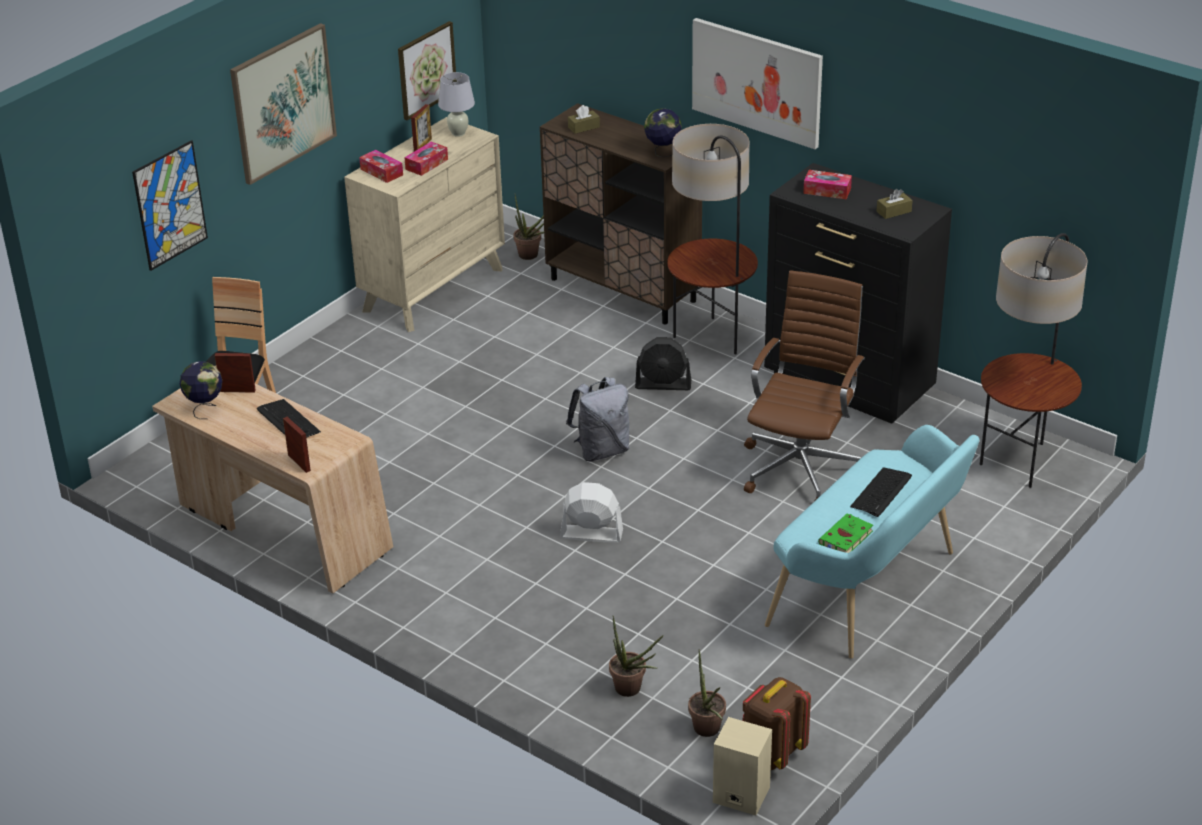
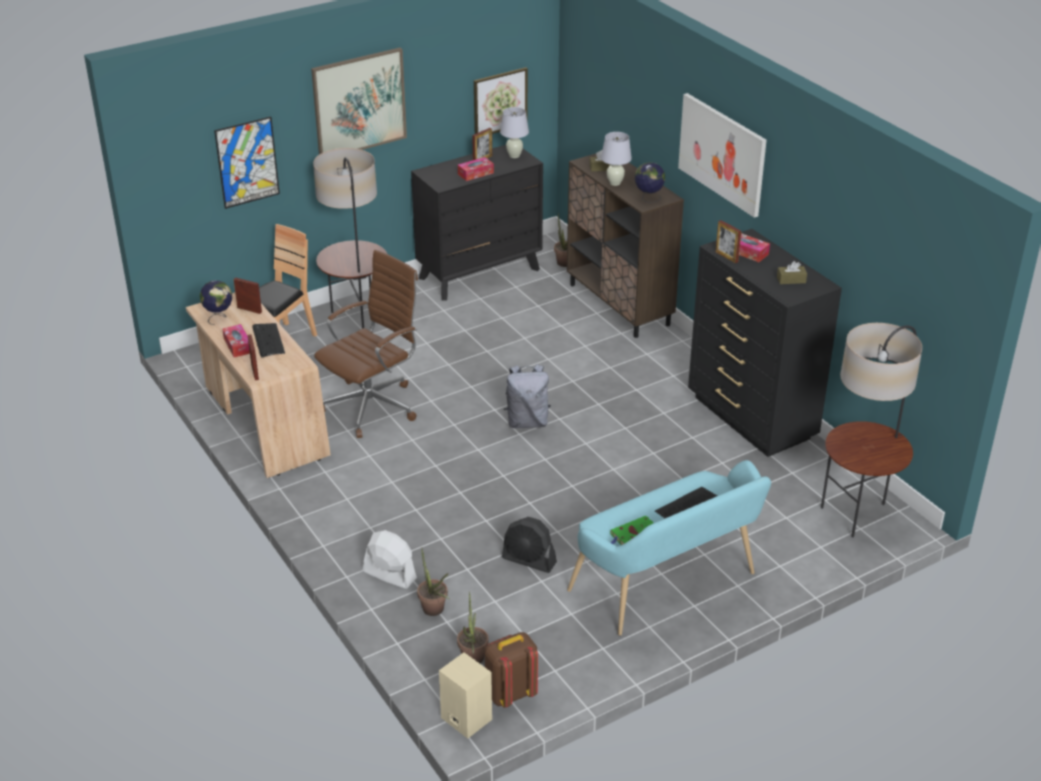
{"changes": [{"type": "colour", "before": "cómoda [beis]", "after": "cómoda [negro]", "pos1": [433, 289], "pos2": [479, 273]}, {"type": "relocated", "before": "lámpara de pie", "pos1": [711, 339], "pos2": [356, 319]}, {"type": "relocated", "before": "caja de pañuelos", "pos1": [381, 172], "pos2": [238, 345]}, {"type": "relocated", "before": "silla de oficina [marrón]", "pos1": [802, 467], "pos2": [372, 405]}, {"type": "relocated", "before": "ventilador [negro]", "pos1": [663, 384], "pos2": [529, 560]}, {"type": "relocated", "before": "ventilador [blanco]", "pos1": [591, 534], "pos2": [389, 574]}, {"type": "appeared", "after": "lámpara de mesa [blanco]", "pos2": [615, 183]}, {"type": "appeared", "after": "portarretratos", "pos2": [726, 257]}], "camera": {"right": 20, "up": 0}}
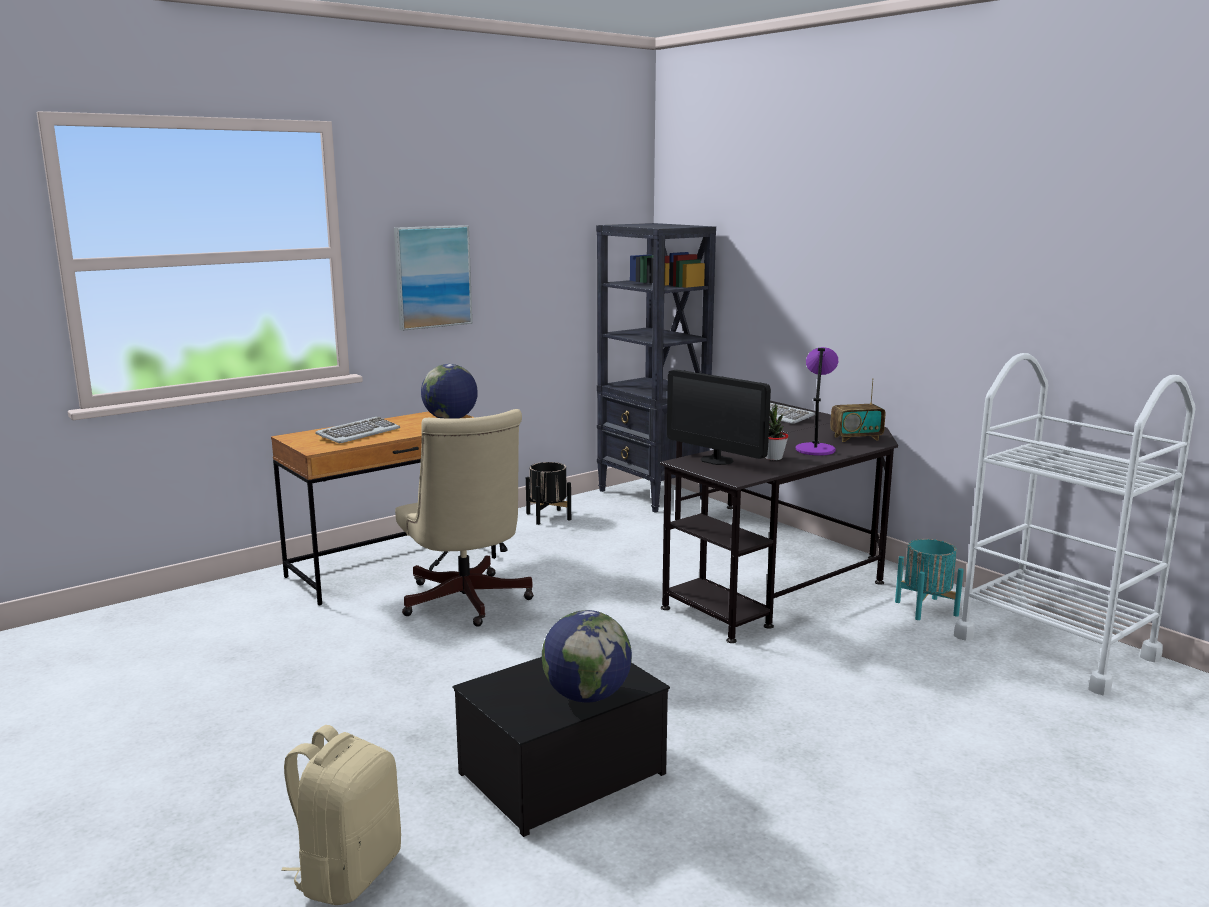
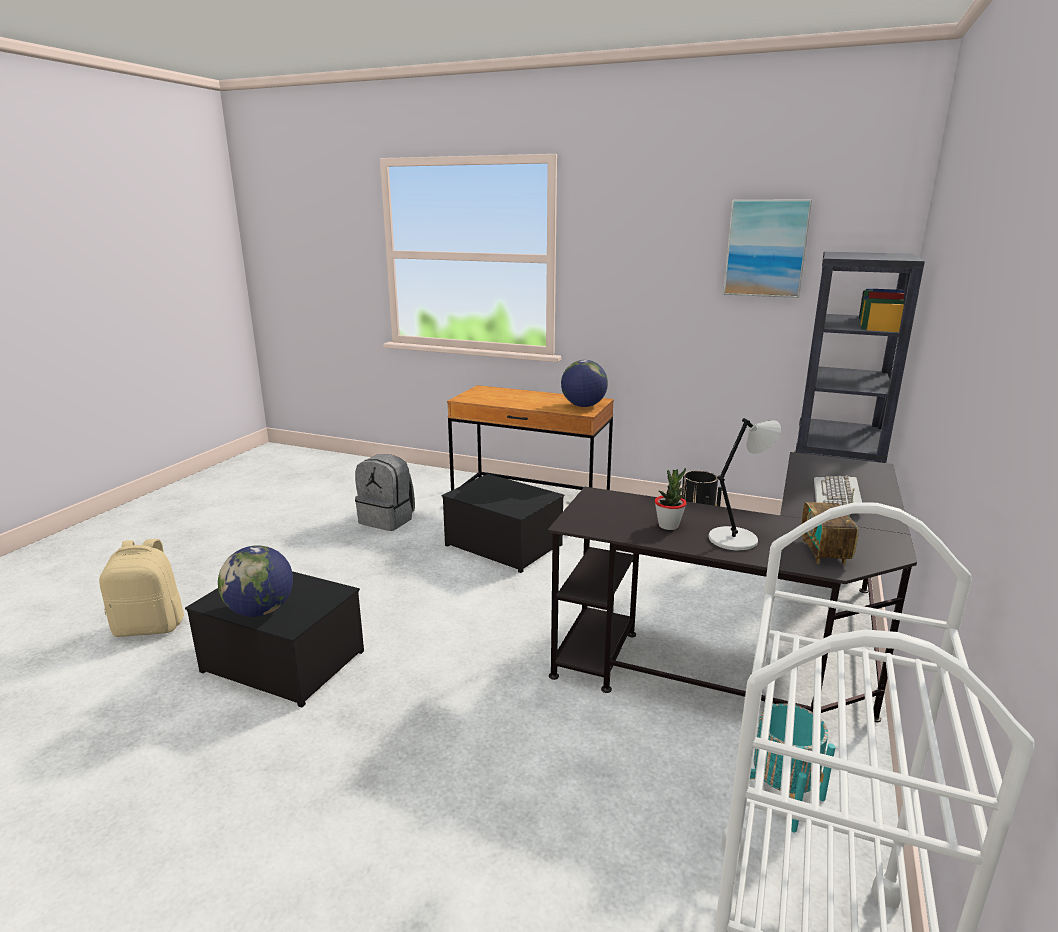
{"changes": [{"type": "relocated", "before": "cuadro", "pos1": [432, 276], "pos2": [766, 248]}, {"type": "colour", "before": "lámpara de mesa [morado]", "after": "lámpara de mesa [gris]", "pos1": [815, 449], "pos2": [735, 539]}, {"type": "missing", "before": "monitor", "pos1": [717, 460]}, {"type": "spun", "before": "radio", "pos1": [856, 438], "pos2": [824, 552], "turn": 45}, {"type": "exchanged", "before": "silla de oficina [beis]", "after": "caja de almacenaje", "pos1": [466, 604], "pos2": [502, 545]}, {"type": "missing", "before": "teclado", "pos1": [358, 433]}, {"type": "appeared", "after": "mochila [gris]", "pos2": [388, 520]}], "camera": {"right": 60, "up": 5}}
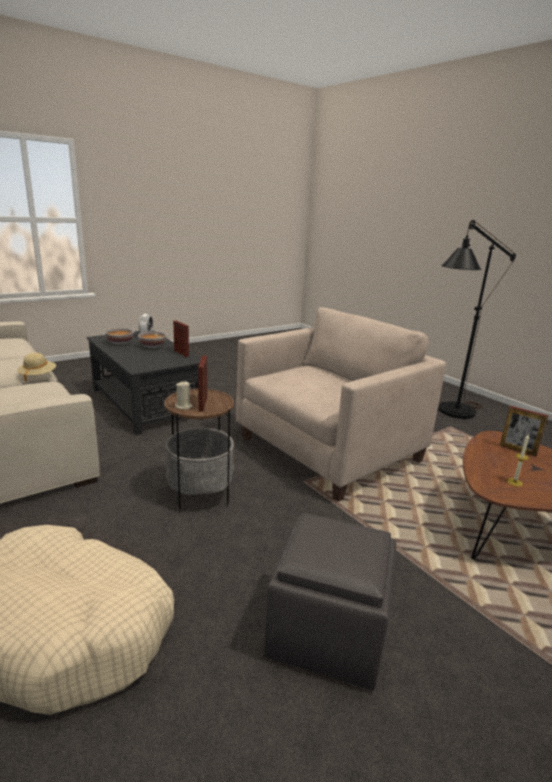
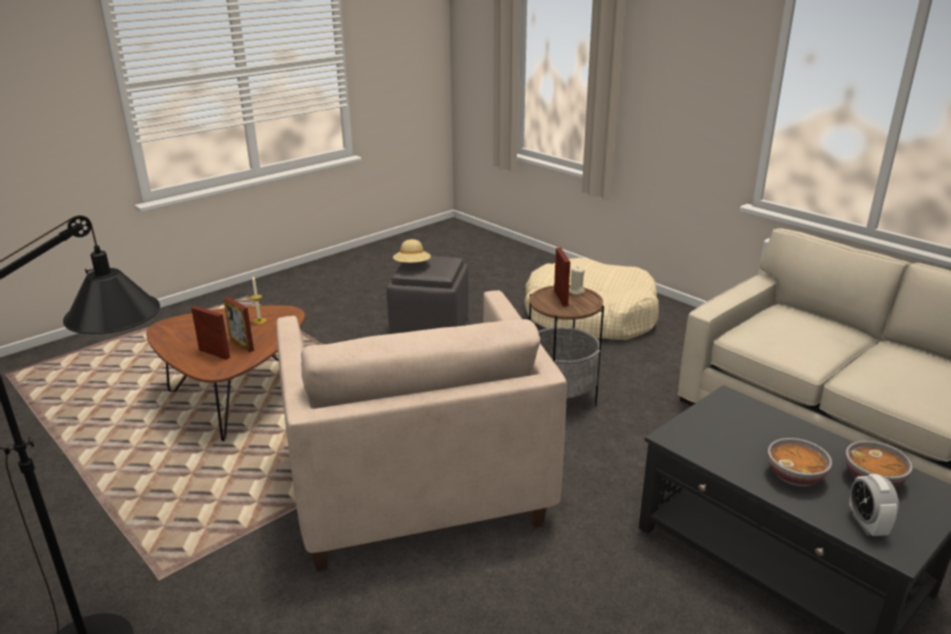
{"changes": [{"type": "spun", "before": "sillón [beis]", "pos1": [327, 449], "pos2": [416, 484], "turn": -60}, {"type": "relocated", "before": "portarretratos", "pos1": [181, 353], "pos2": [242, 345]}, {"type": "relocated", "before": "sombrero [beis]", "pos1": [38, 376], "pos2": [412, 265]}], "camera": {"right": 175, "up": 5}}
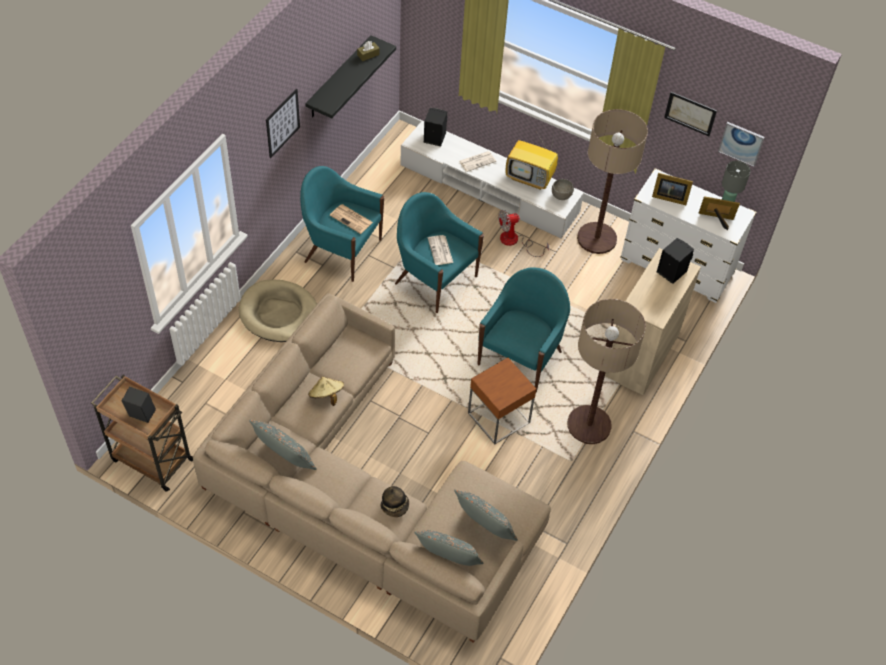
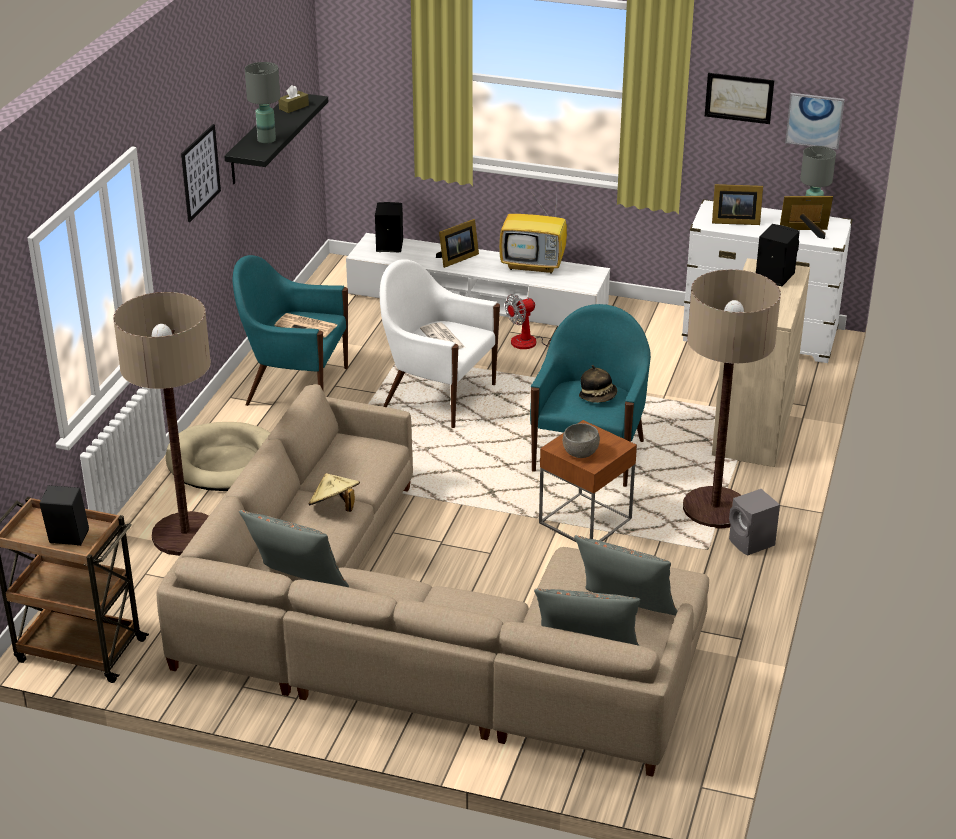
{"changes": [{"type": "relocated", "before": "lámpara de pie", "pos1": [597, 238], "pos2": [185, 535]}, {"type": "exchanged", "before": "periódico", "after": "portarretratos", "pos1": [477, 161], "pos2": [456, 259]}, {"type": "relocated", "before": "cuenco [gris]", "pos1": [561, 195], "pos2": [580, 453]}, {"type": "colour", "before": "sillón [turquesa]", "after": "sillón [blanco]", "pos1": [434, 279], "pos2": [437, 395]}, {"type": "relocated", "before": "sombrero", "pos1": [395, 506], "pos2": [598, 396]}, {"type": "appeared", "after": "lámpara de mesa [gris]", "pos2": [266, 140]}, {"type": "appeared", "after": "altavoz [gris]", "pos2": [752, 543]}], "camera": {"right": -10, "up": -20}}
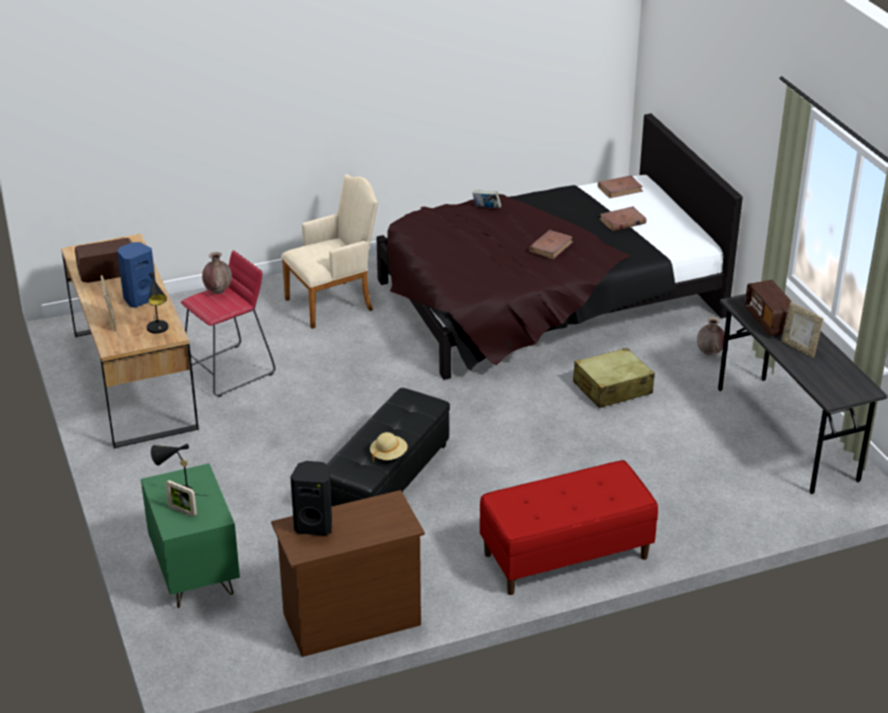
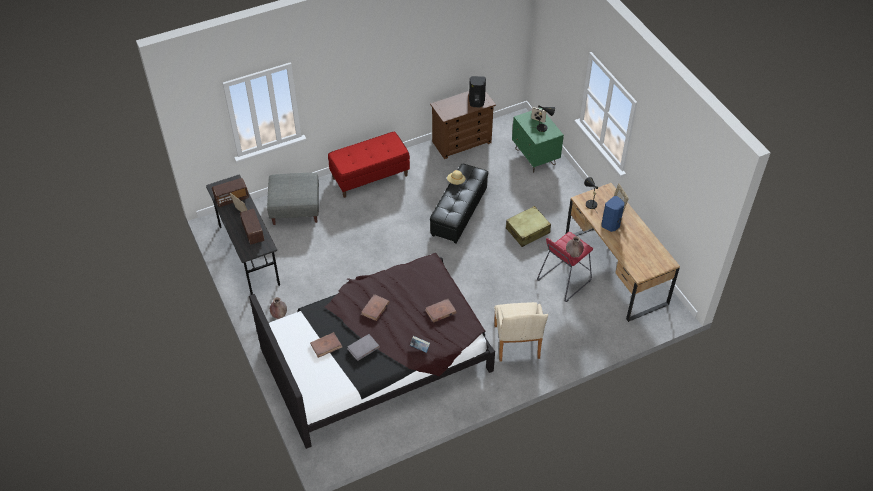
{"changes": [{"type": "spun", "before": "sillón [beis]", "pos1": [334, 303], "pos2": [517, 345], "turn": -60}, {"type": "relocated", "before": "libro [marrón]", "pos1": [620, 189], "pos2": [440, 312]}, {"type": "relocated", "before": "radio", "pos1": [108, 274], "pos2": [231, 198]}, {"type": "relocated", "before": "maleta [beis]", "pos1": [612, 388], "pos2": [528, 231]}, {"type": "appeared", "after": "puf [gris]", "pos2": [295, 209]}, {"type": "appeared", "after": "libro [gris]", "pos2": [363, 348]}], "camera": {"right": 175, "up": 15}}
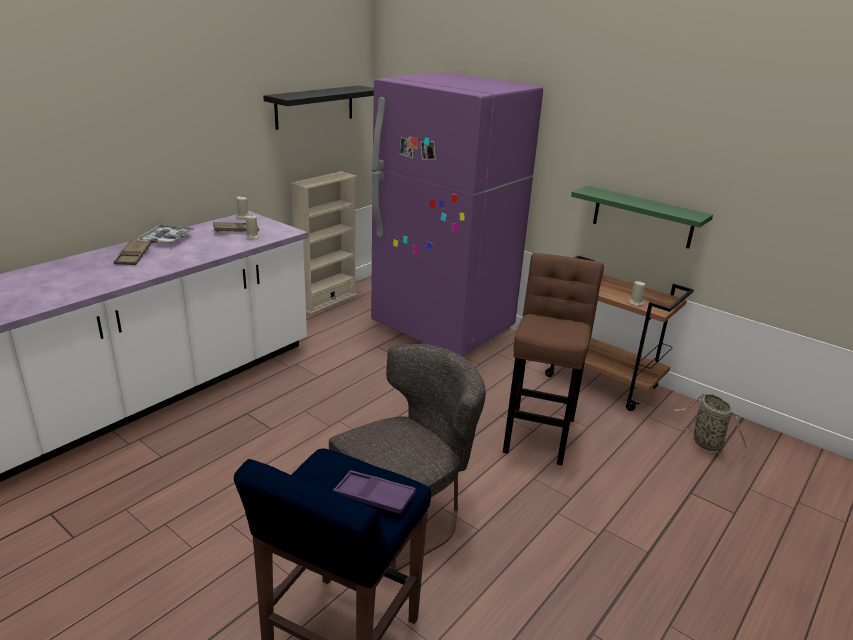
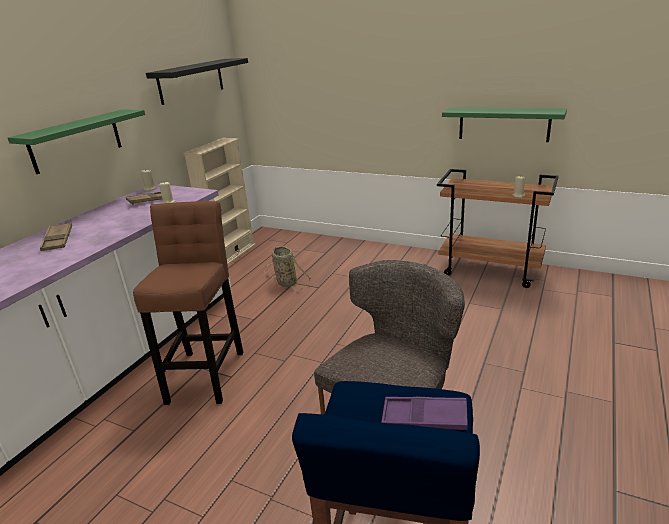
{"changes": [{"type": "missing", "before": "nevera [morado]", "pos1": [443, 327]}, {"type": "missing", "before": "bandeja", "pos1": [167, 239]}, {"type": "relocated", "before": "taburete [marrón]", "pos1": [539, 431], "pos2": [207, 373]}, {"type": "relocated", "before": "cesta", "pos1": [704, 442], "pos2": [285, 282]}, {"type": "appeared", "after": "estante [verde]", "pos2": [76, 141]}], "camera": {"right": -10, "up": 0}}
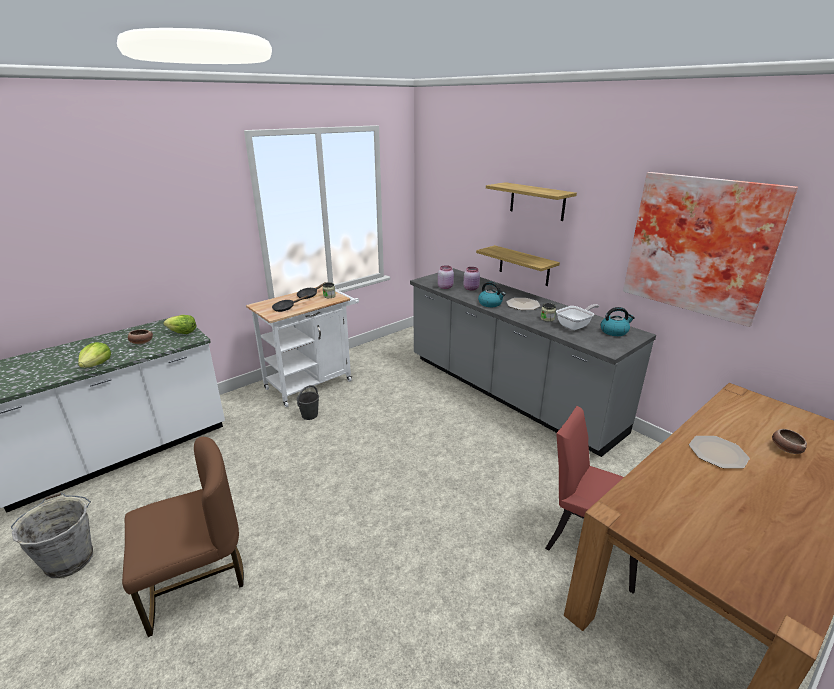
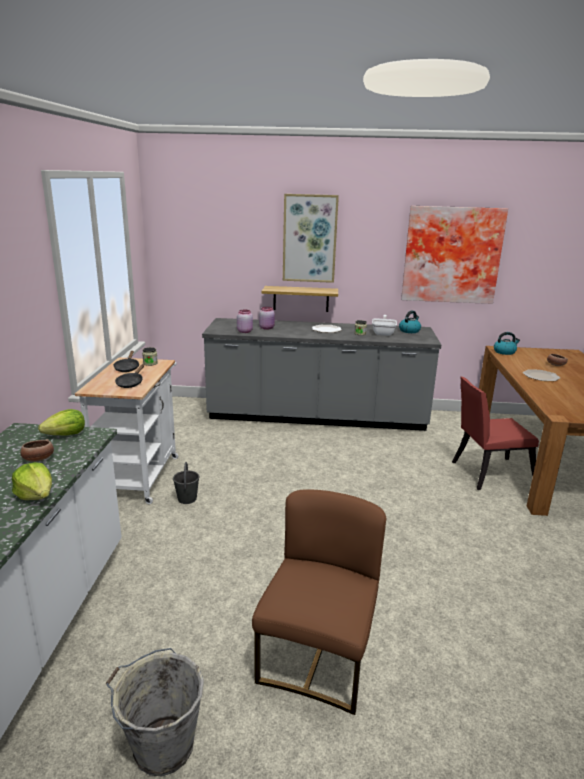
{"changes": [{"type": "exchanged", "before": "estante", "after": "cuadro", "pos1": [537, 201], "pos2": [309, 238]}, {"type": "relocated", "before": "hervidor", "pos1": [490, 304], "pos2": [504, 352]}], "camera": {"right": -45, "up": -5}}
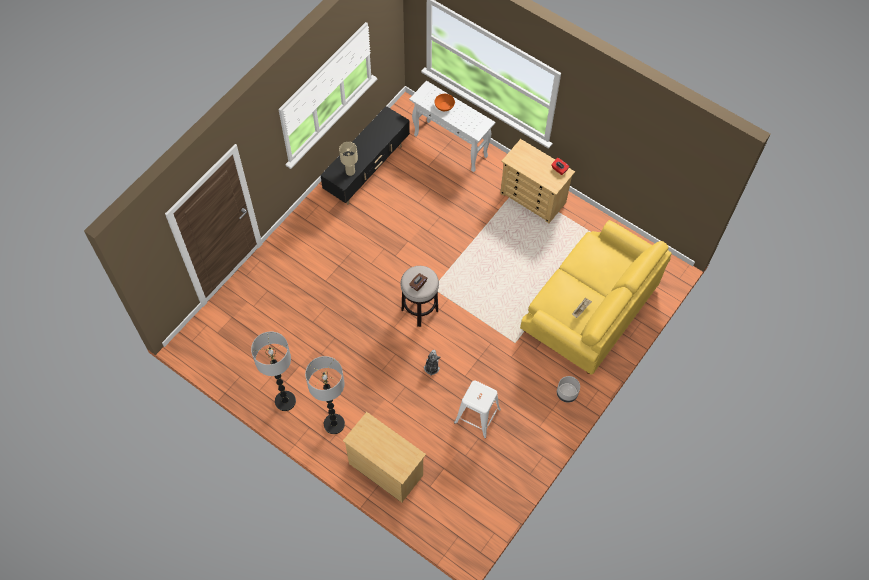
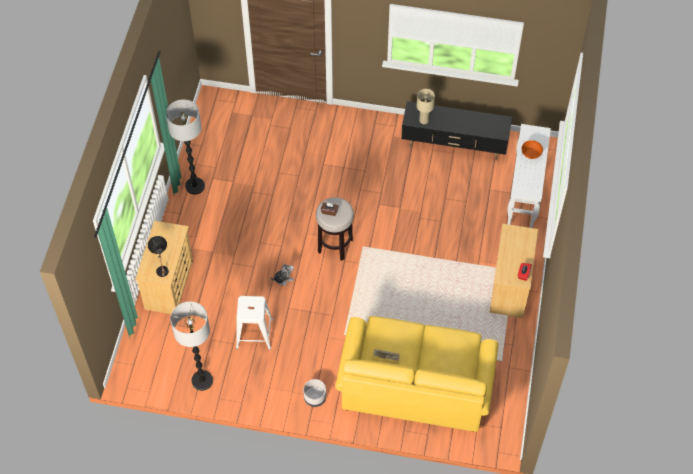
{"changes": [{"type": "relocated", "before": "lámpara de pie", "pos1": [334, 424], "pos2": [202, 381]}, {"type": "appeared", "after": "lámpara de mesa [negro]", "pos2": [162, 267]}], "camera": {"right": 65, "up": -5}}
